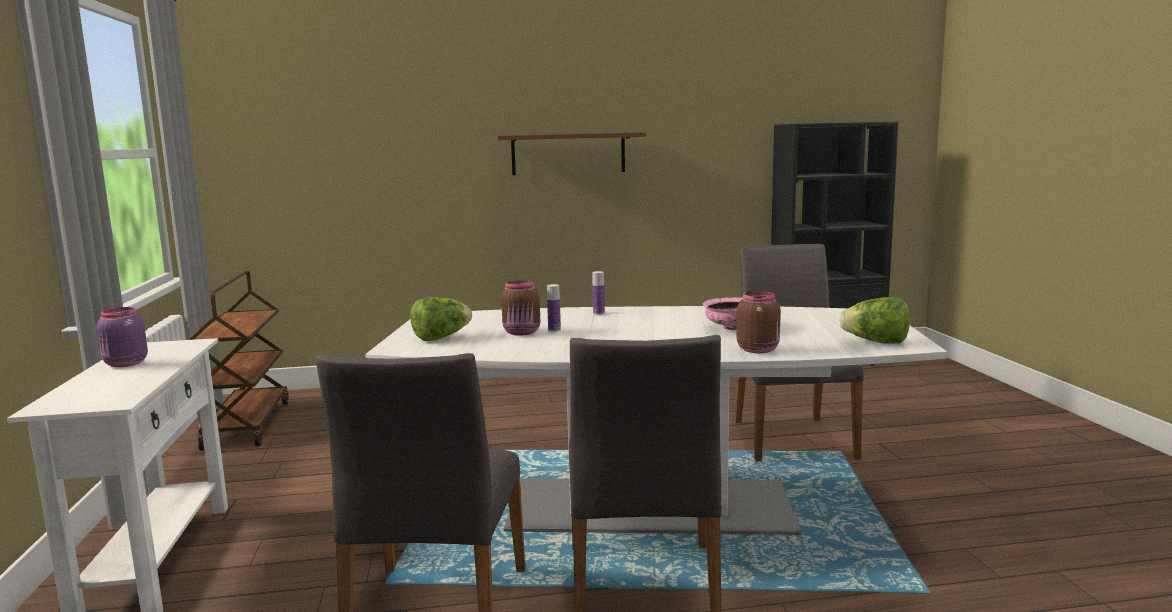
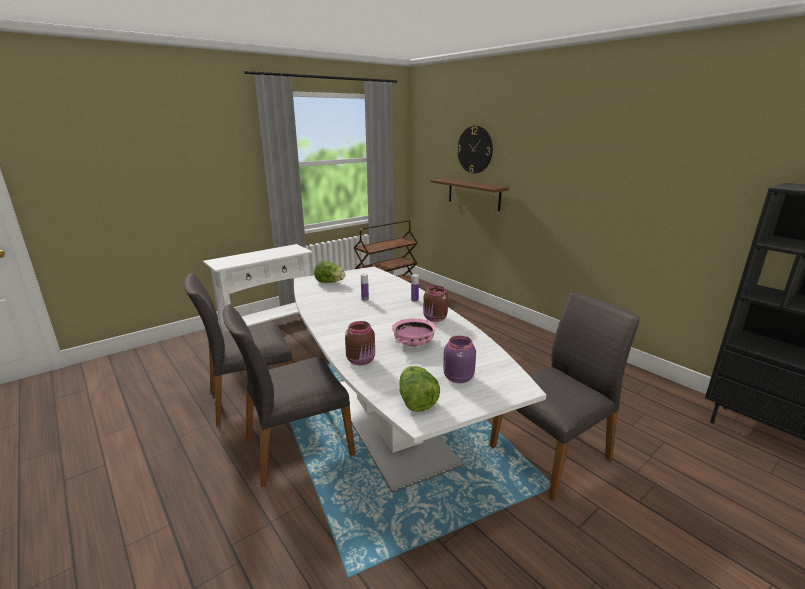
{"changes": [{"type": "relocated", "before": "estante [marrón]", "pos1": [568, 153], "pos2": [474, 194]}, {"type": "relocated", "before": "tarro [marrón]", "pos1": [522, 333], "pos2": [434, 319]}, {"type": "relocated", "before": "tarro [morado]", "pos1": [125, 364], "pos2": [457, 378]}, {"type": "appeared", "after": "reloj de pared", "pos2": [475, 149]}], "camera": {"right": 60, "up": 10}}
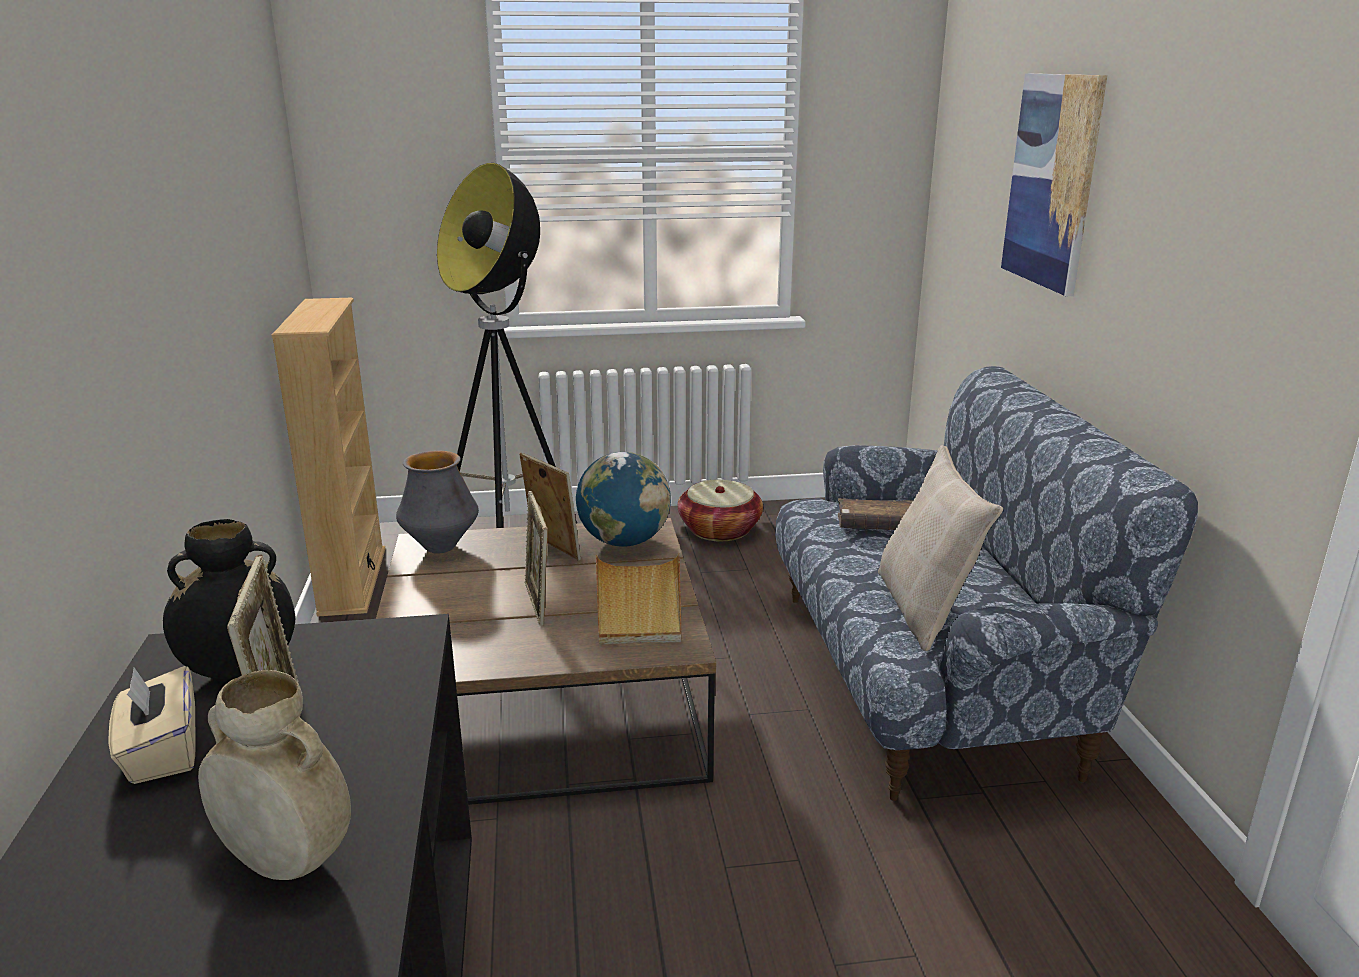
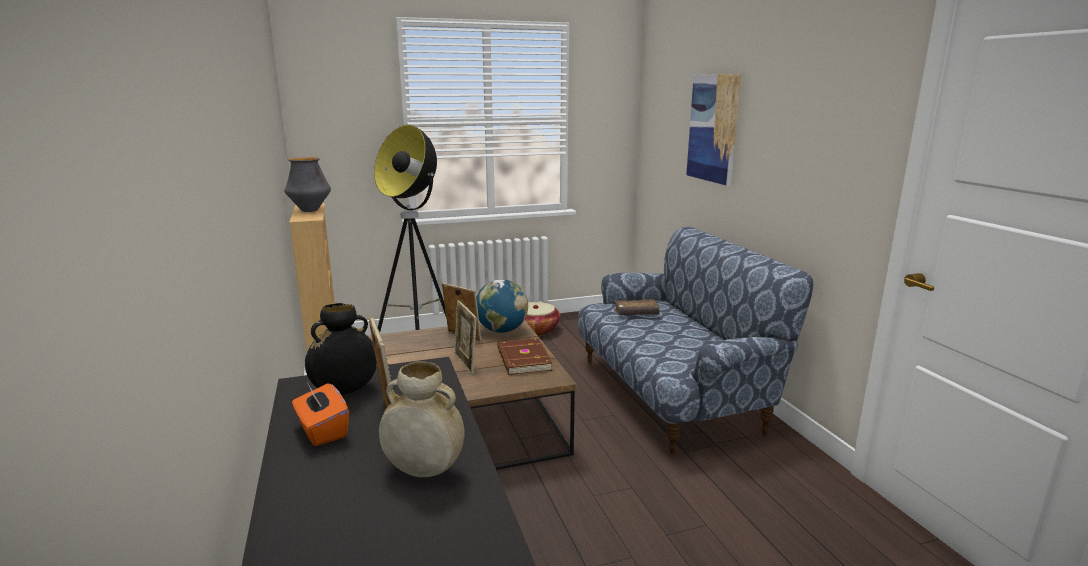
{"changes": [{"type": "missing", "before": "cojín [beis]", "pos1": [925, 609]}, {"type": "relocated", "before": "florero", "pos1": [440, 547], "pos2": [310, 210]}, {"type": "exchanged", "before": "bandeja [beis]", "after": "libro [marrón]", "pos1": [638, 604], "pos2": [522, 359]}, {"type": "colour", "before": "caja de pañuelos [beis]", "after": "caja de pañuelos [naranja]", "pos1": [162, 752], "pos2": [322, 431]}], "camera": {"right": -10, "up": -5}}
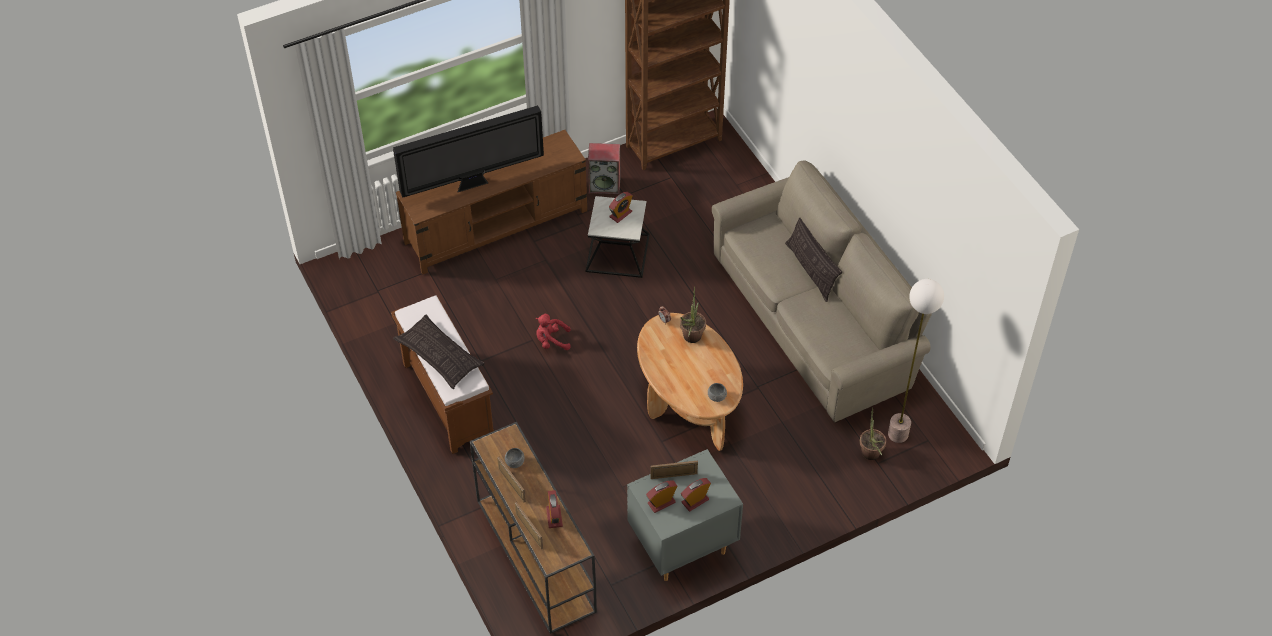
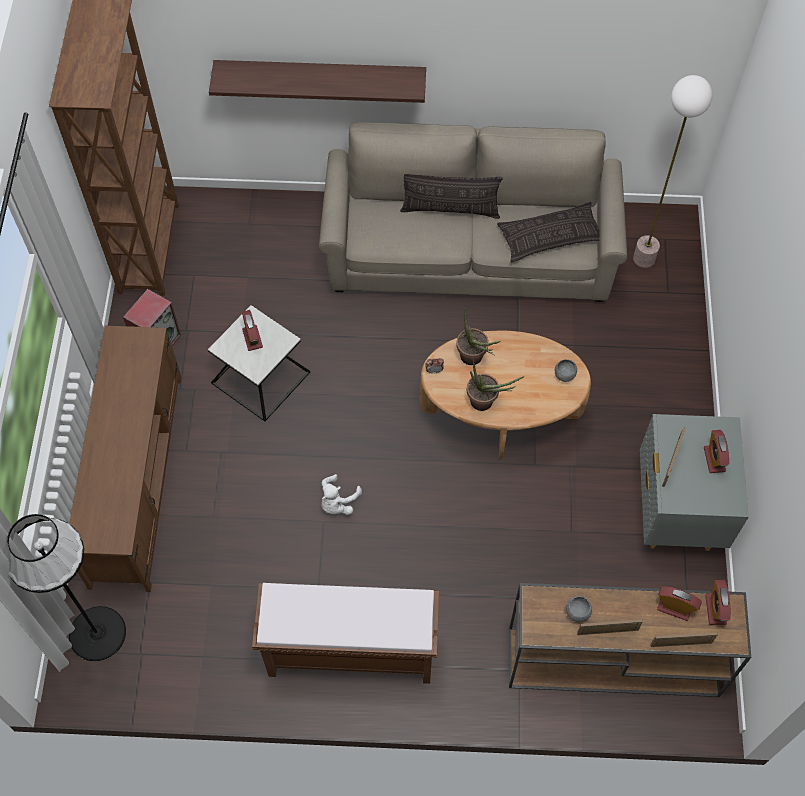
{"changes": [{"type": "missing", "before": "televisor", "pos1": [473, 184]}, {"type": "colour", "before": "peluche [rojo]", "after": "peluche [blanco]", "pos1": [551, 341], "pos2": [337, 502]}, {"type": "relocated", "before": "cojín", "pos1": [439, 356], "pos2": [550, 236]}, {"type": "relocated", "before": "planta en maceta", "pos1": [871, 456], "pos2": [486, 403]}, {"type": "relocated", "before": "despertador", "pos1": [661, 503], "pos2": [715, 609]}, {"type": "appeared", "after": "estante", "pos2": [320, 76]}, {"type": "appeared", "after": "lámpara de pie [negro]", "pos2": [97, 633]}], "camera": {"right": -60, "up": 10}}
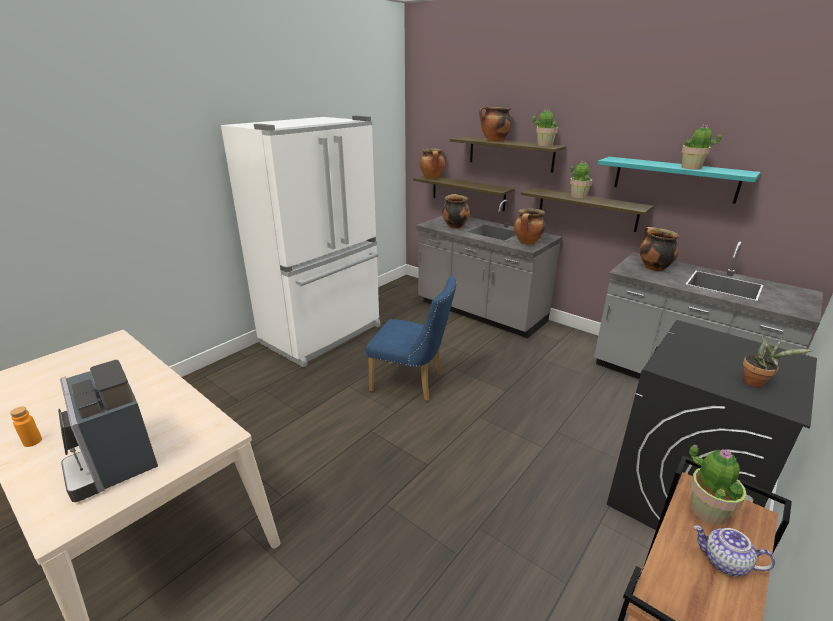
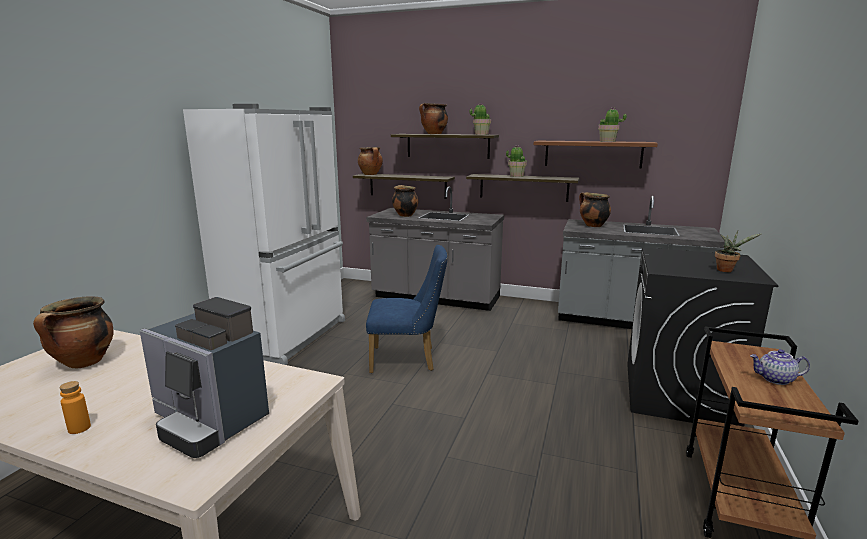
{"changes": [{"type": "colour", "before": "estante [turquesa]", "after": "estante [marrón]", "pos1": [674, 179], "pos2": [593, 154]}, {"type": "relocated", "before": "olla", "pos1": [527, 243], "pos2": [83, 363]}, {"type": "missing", "before": "planta en maceta", "pos1": [707, 510]}], "camera": {"right": -20, "up": -10}}
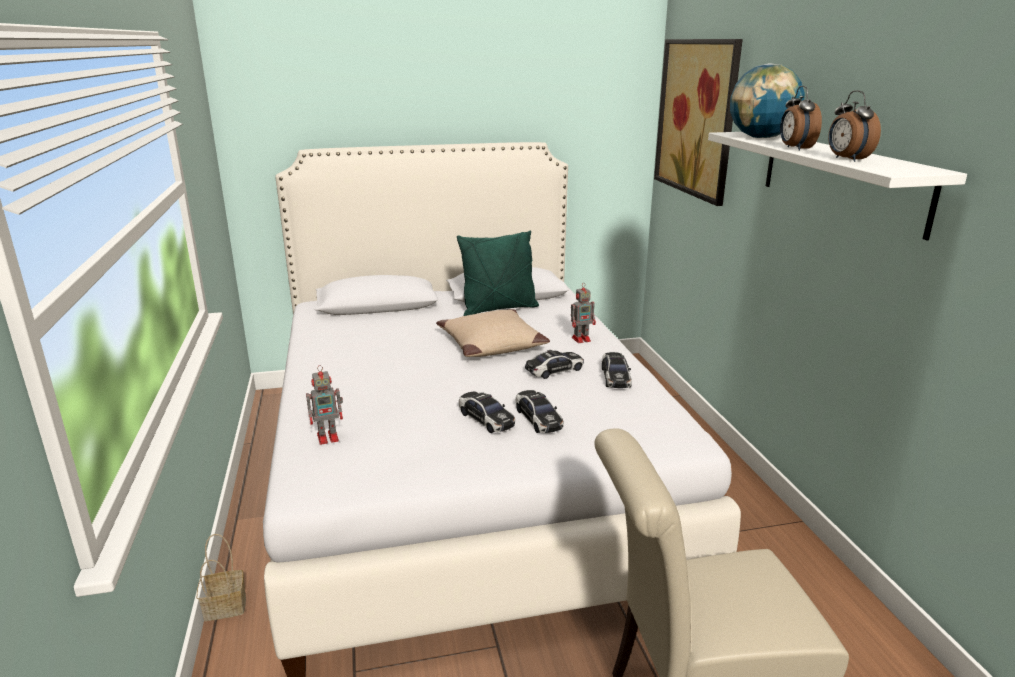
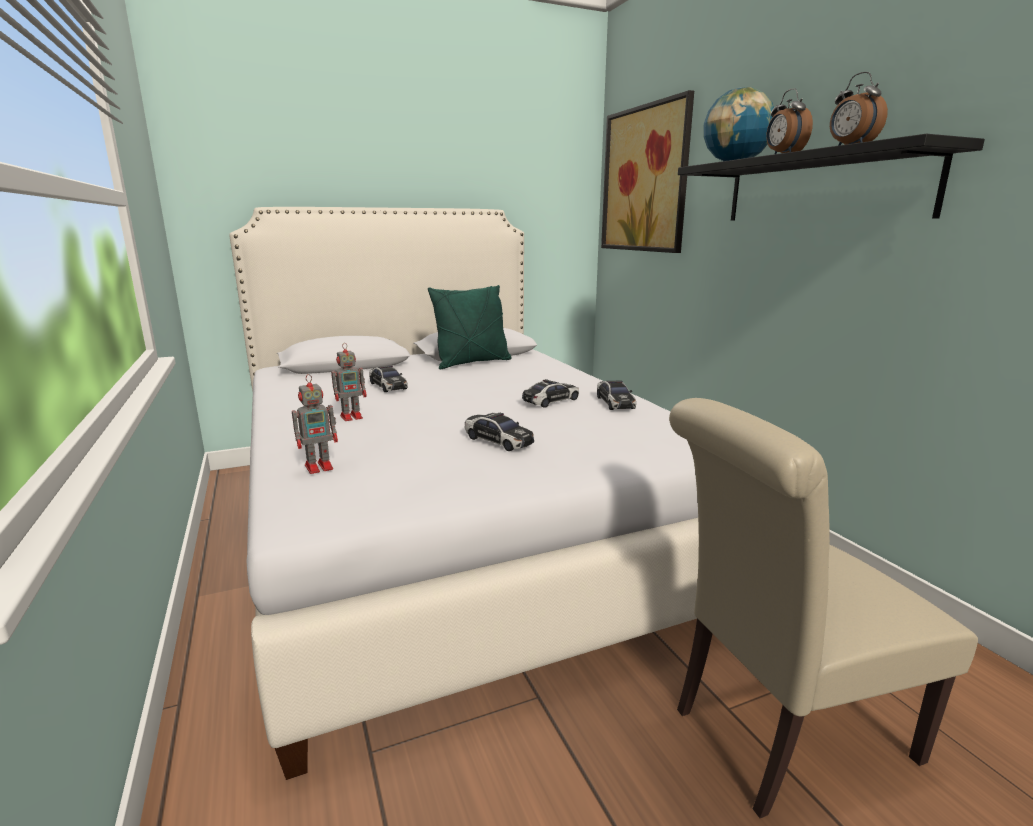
{"changes": [{"type": "colour", "before": "estante [blanco]", "after": "estante [negro]", "pos1": [840, 179], "pos2": [821, 189]}, {"type": "relocated", "before": "robot de juguete", "pos1": [582, 339], "pos2": [352, 416]}, {"type": "missing", "before": "cojín [beis]", "pos1": [491, 344]}, {"type": "relocated", "before": "coche de juguete", "pos1": [538, 418], "pos2": [388, 386]}, {"type": "missing", "before": "cesta", "pos1": [223, 608]}], "camera": {"right": -10, "up": -5}}
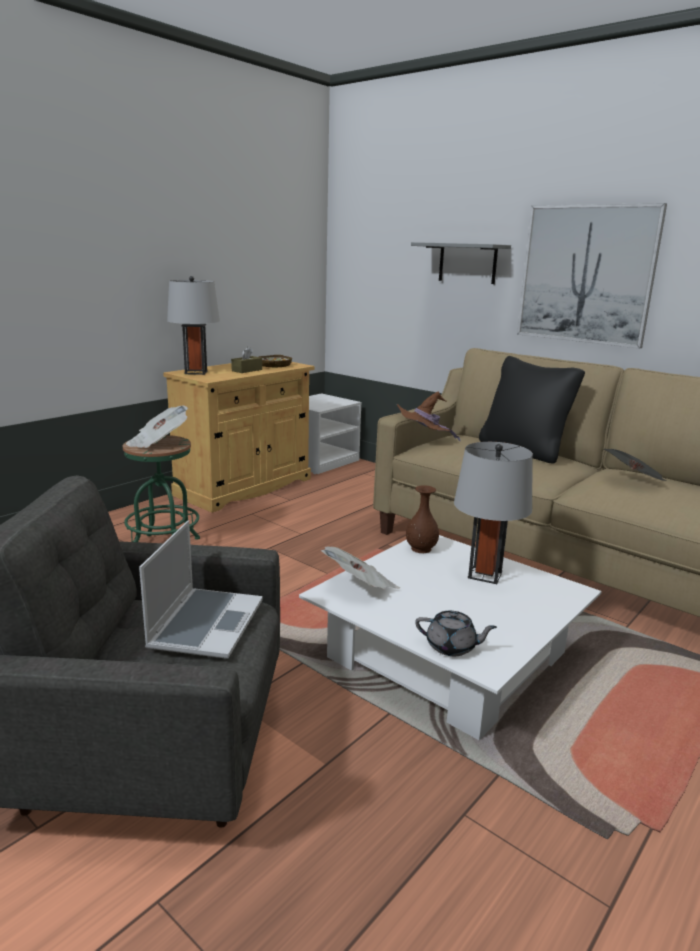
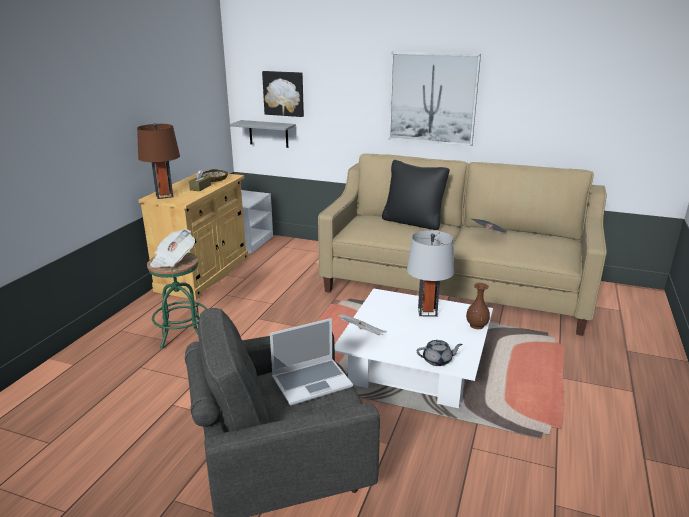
{"changes": [{"type": "relocated", "before": "estante [gris]", "pos1": [467, 263], "pos2": [268, 134]}, {"type": "colour", "before": "lámpara de mesa [gris]", "after": "lámpara de mesa [marrón]", "pos1": [196, 372], "pos2": [164, 196]}, {"type": "missing", "before": "sombrero [marrón]", "pos1": [423, 441]}, {"type": "relocated", "before": "florero [marrón]", "pos1": [421, 548], "pos2": [476, 325]}, {"type": "spun", "before": "portátil", "pos1": [206, 624], "pos2": [312, 382], "turn": 75}, {"type": "appeared", "after": "cuadro", "pos2": [284, 93]}], "camera": {"right": -20, "up": 5}}
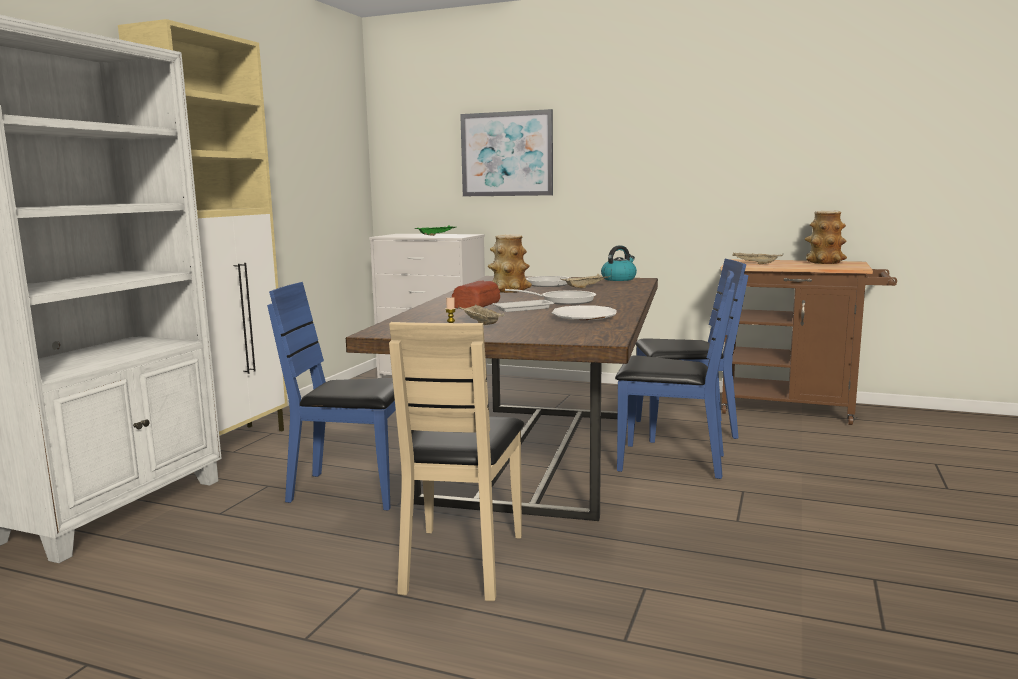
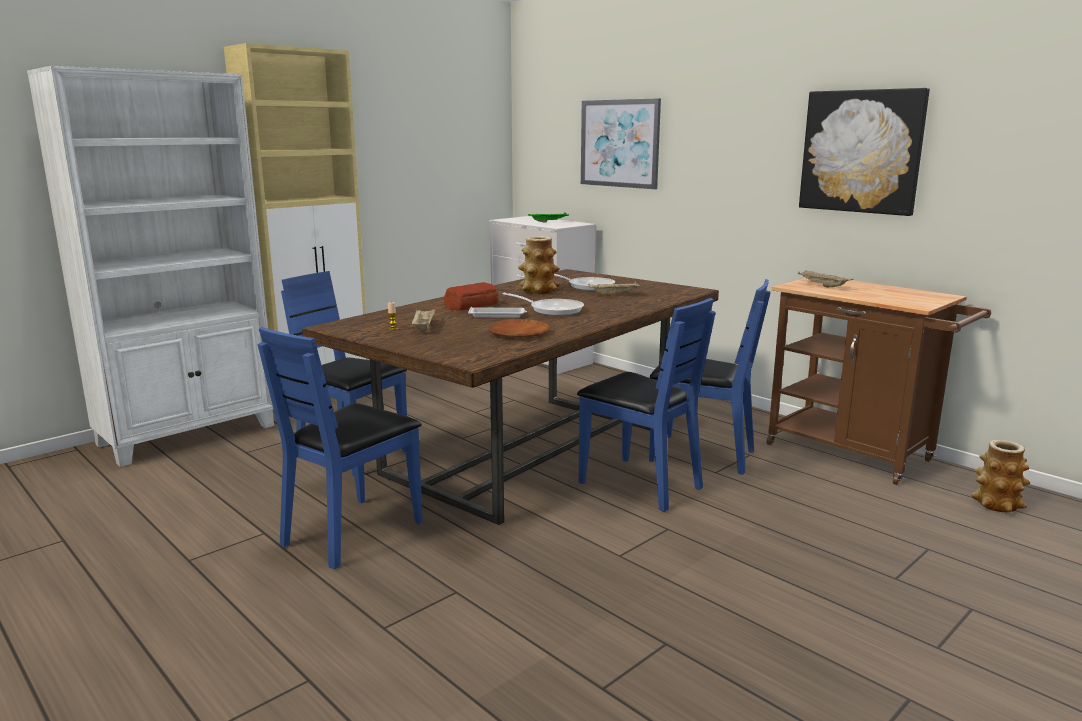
{"changes": [{"type": "relocated", "before": "florero", "pos1": [824, 262], "pos2": [997, 504]}, {"type": "missing", "before": "hervidor", "pos1": [619, 279]}, {"type": "colour", "before": "plato [blanco]", "after": "plato [marrón]", "pos1": [584, 317], "pos2": [519, 333]}, {"type": "colour", "before": "silla [beis]", "after": "silla [azul]", "pos1": [461, 562], "pos2": [352, 532]}, {"type": "appeared", "after": "cuadro", "pos2": [861, 151]}], "camera": {"right": 25, "up": 5}}
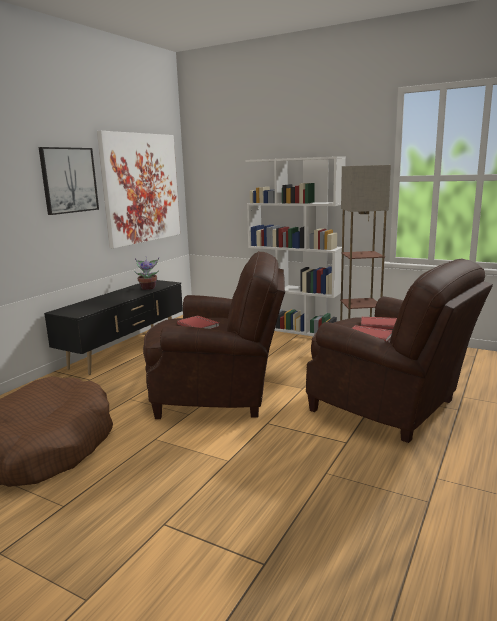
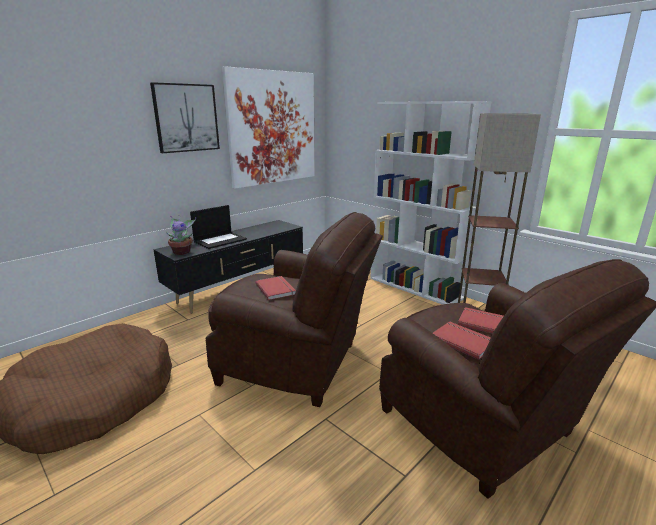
{"changes": [{"type": "relocated", "before": "planta en maceta", "pos1": [148, 288], "pos2": [182, 252]}, {"type": "appeared", "after": "portátil", "pos2": [220, 240]}], "camera": {"right": 15, "up": 5}}
